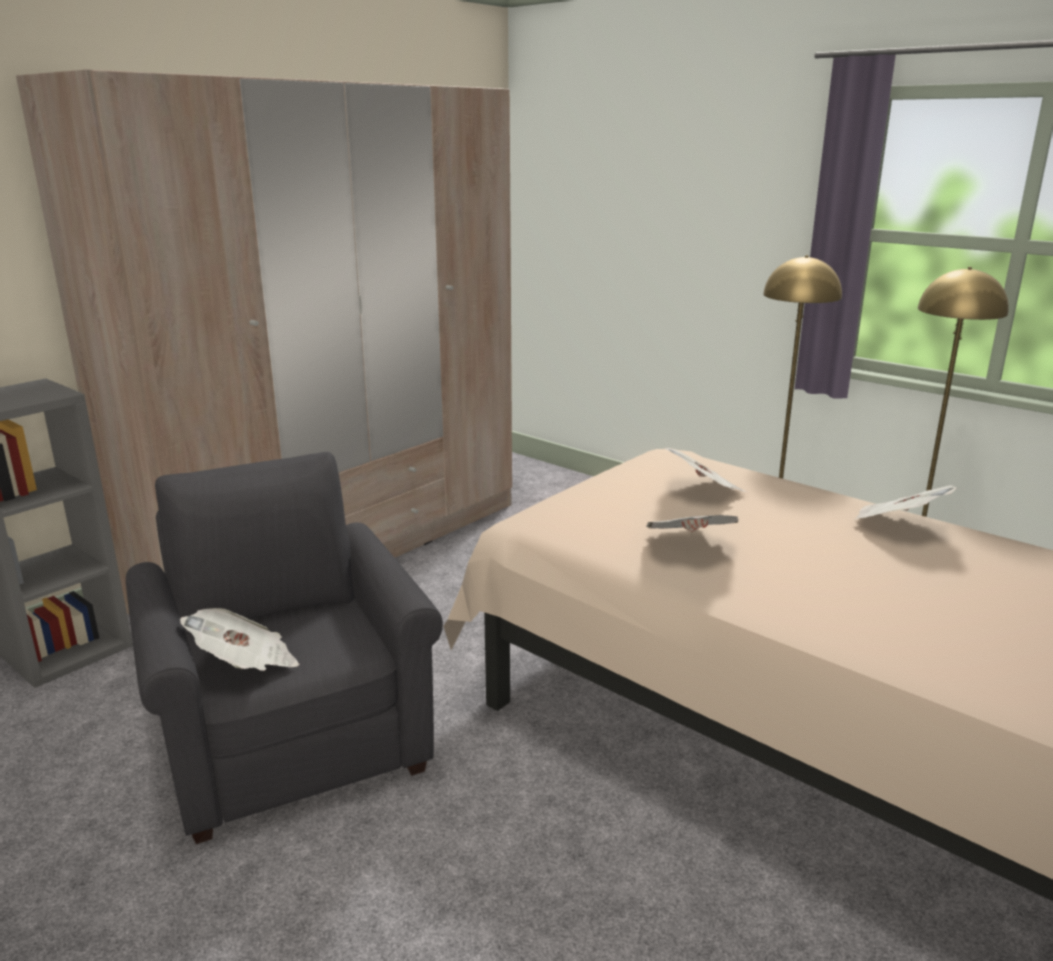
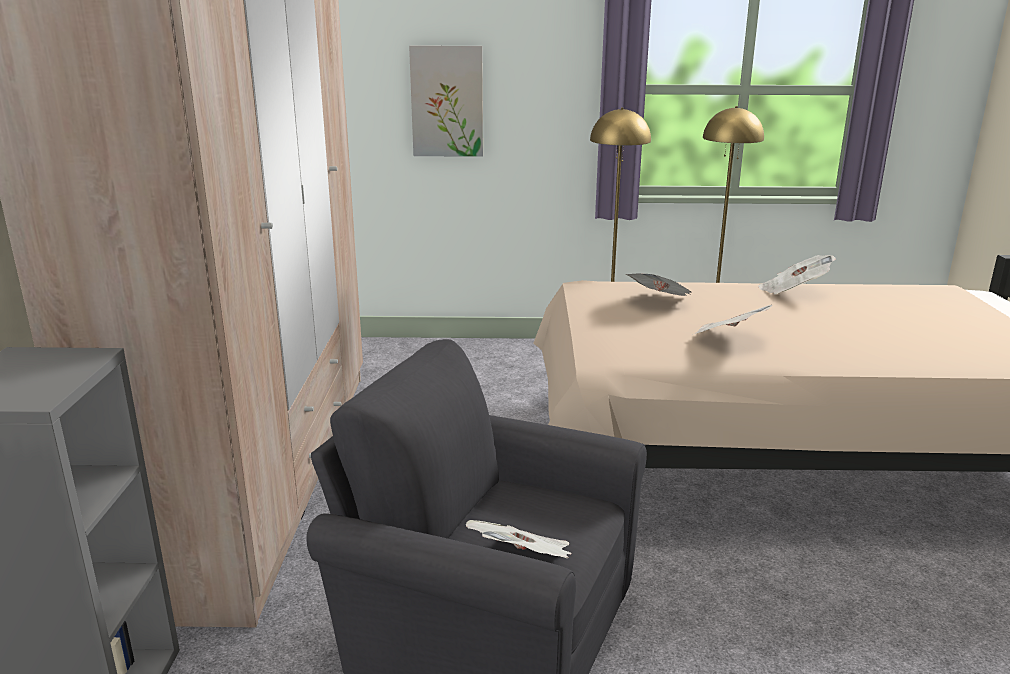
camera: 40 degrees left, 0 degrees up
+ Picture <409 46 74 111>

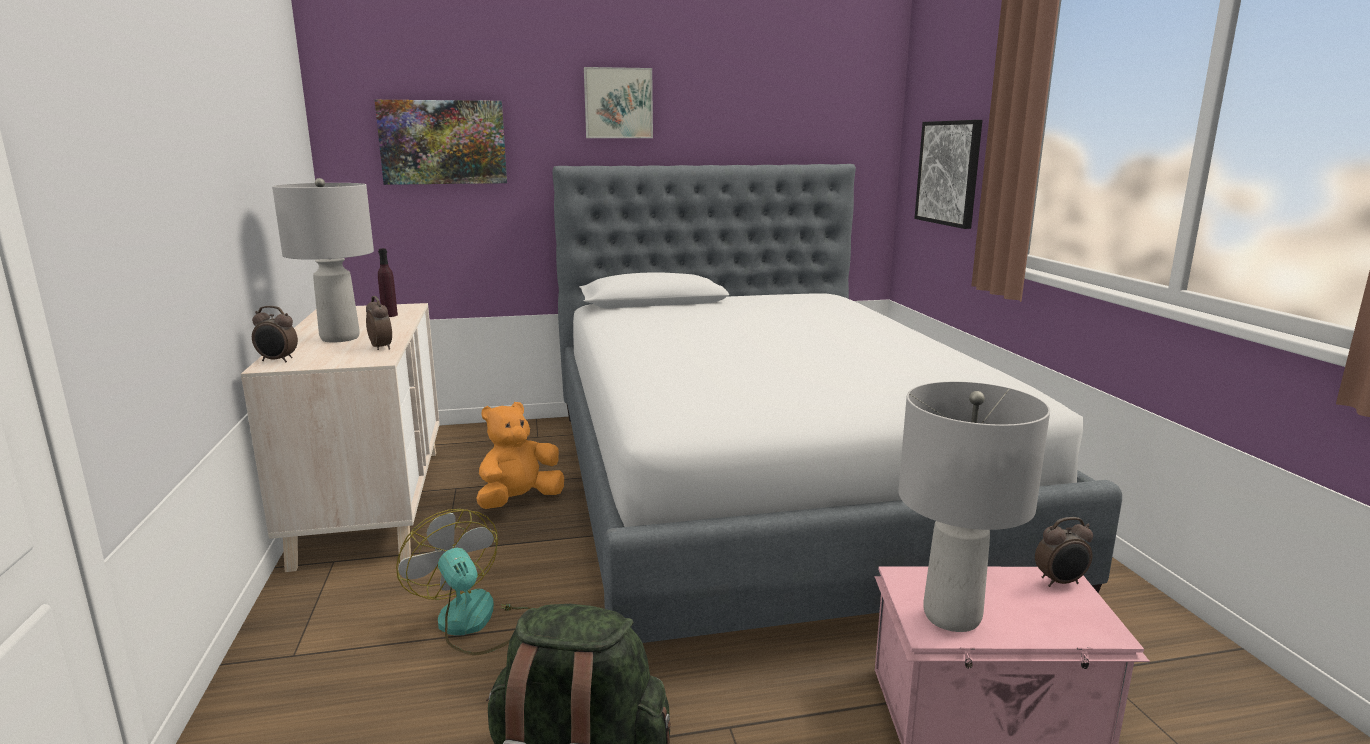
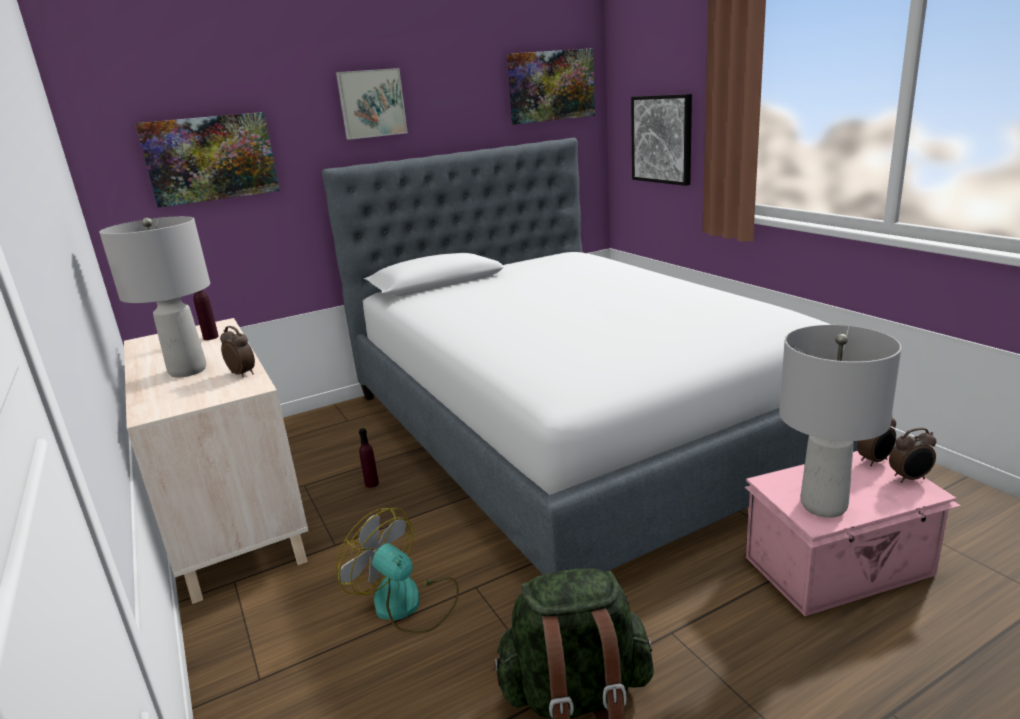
camera: 15 degrees left, 5 degrees up
~ AlarmClock <252 306 46 56> to <889 428 48 55>
~ OrangePlushToy <477 402 87 107> to PurpleBottle <359 428 20 60>
+ Picture <507 48 88 77>

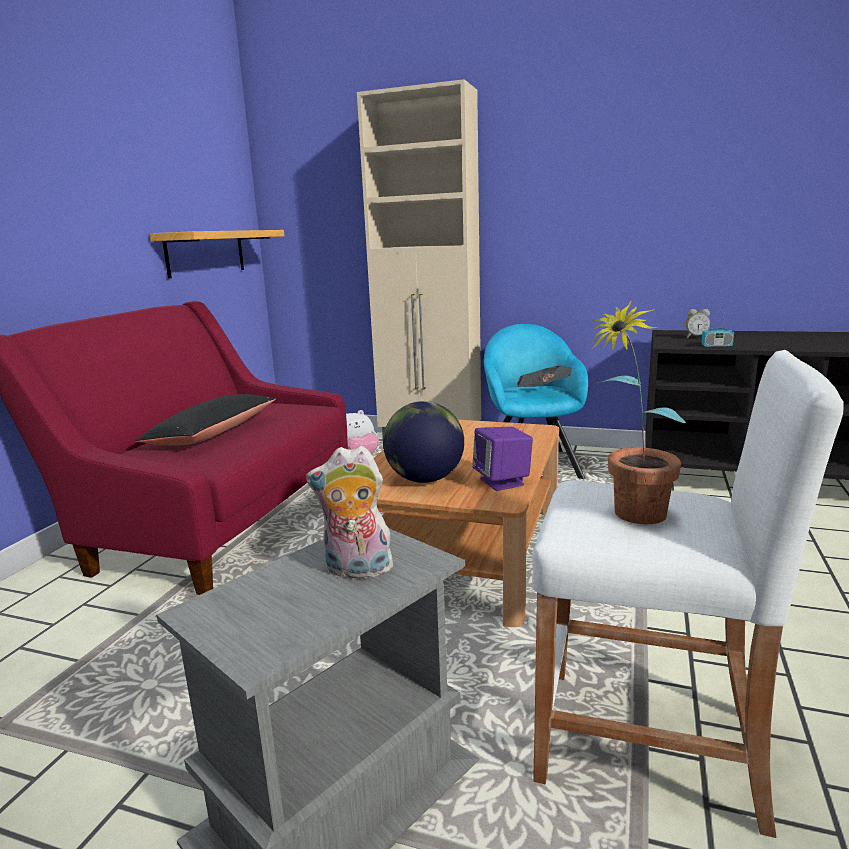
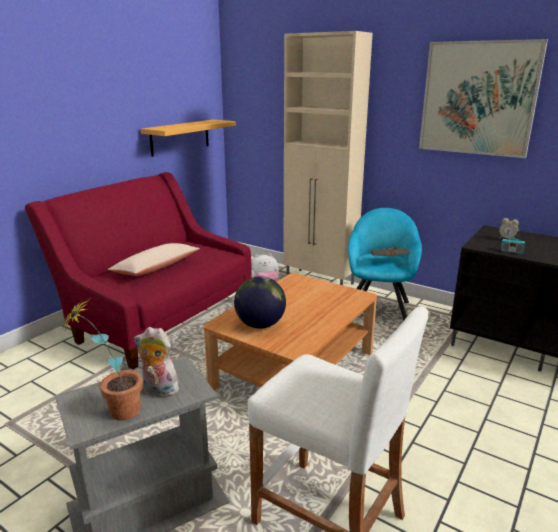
camera: 15 degrees right, 5 degrees up
~ BlackPillow <135 394 141 51> to BeigePillow <108 243 92 33>
- PurpleSpeaker <472 427 61 64>
~ PottedPlant <590 301 96 223> to <63 300 80 121>
+ Picture <419 39 129 119>

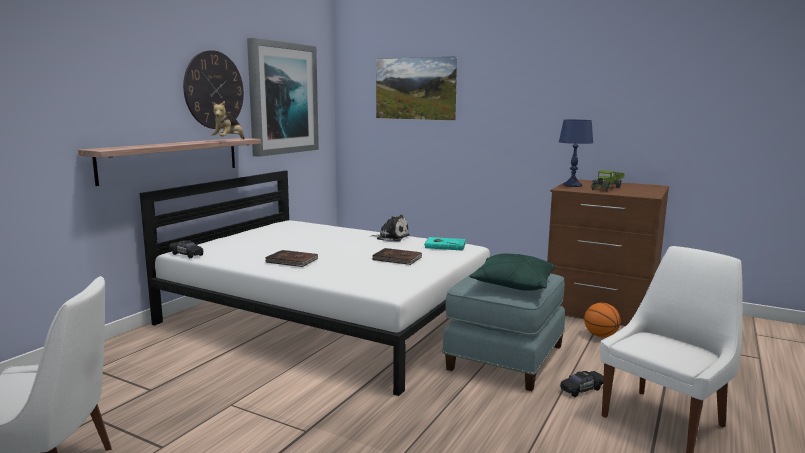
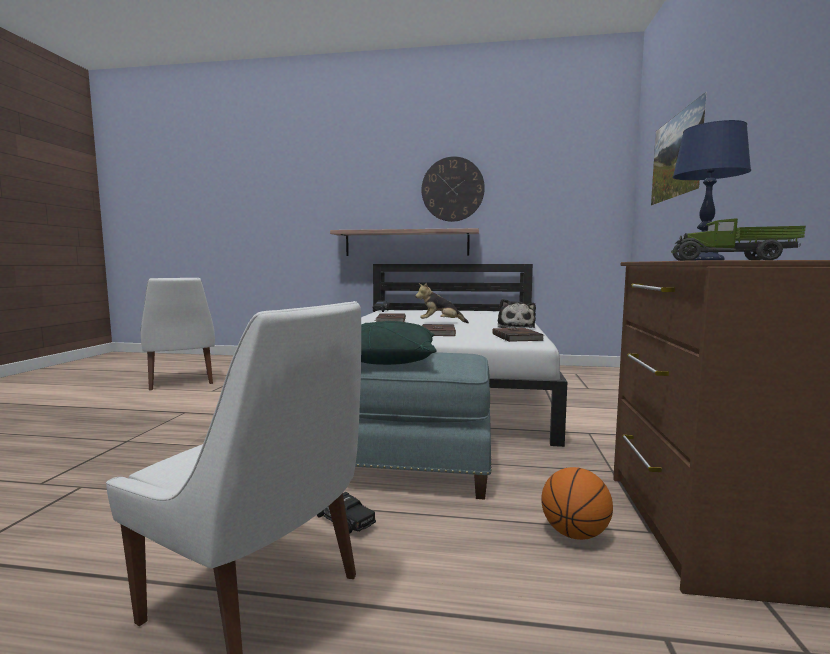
camera: 70 degrees right, 5 degrees down
~ PlushToy <211 101 33 38> to <415 282 54 41>
- Picture <247 38 72 119>
~ TurquoiseBook <424 237 42 14> to BrownBook <492 328 52 14>

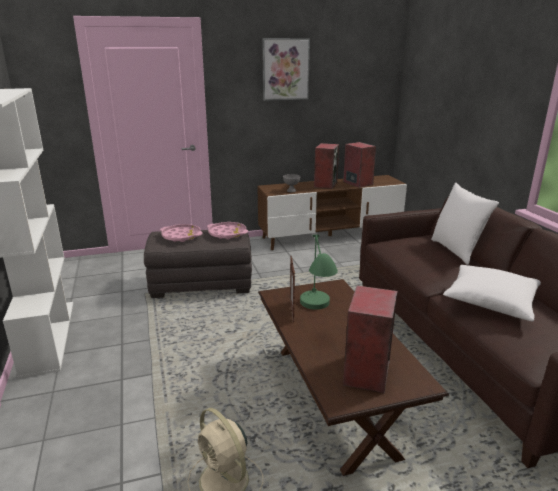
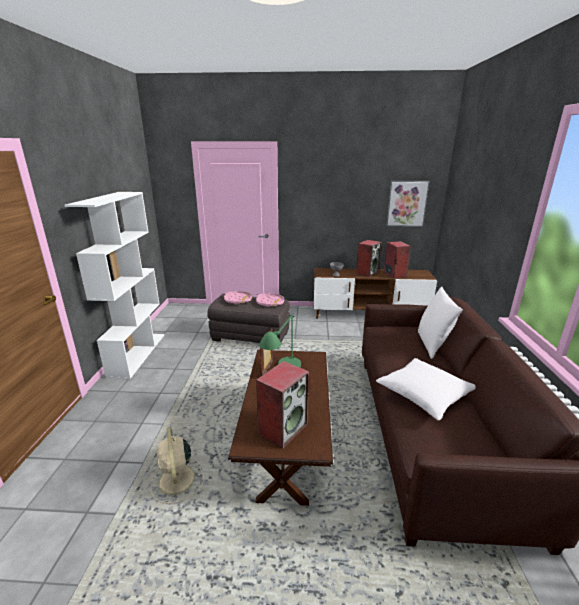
camera: 20 degrees right, 0 degrees up
~ Picture <262 38 48 63> to <386 181 44 46>

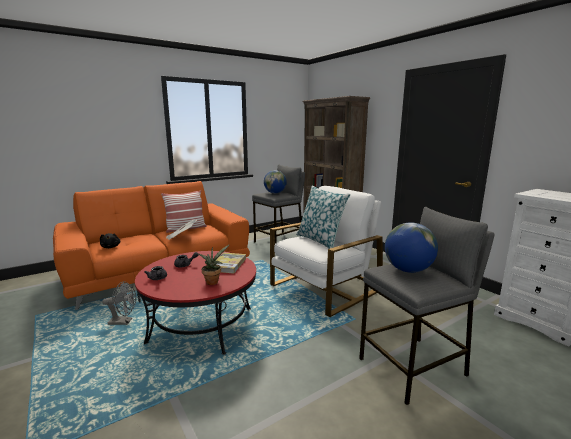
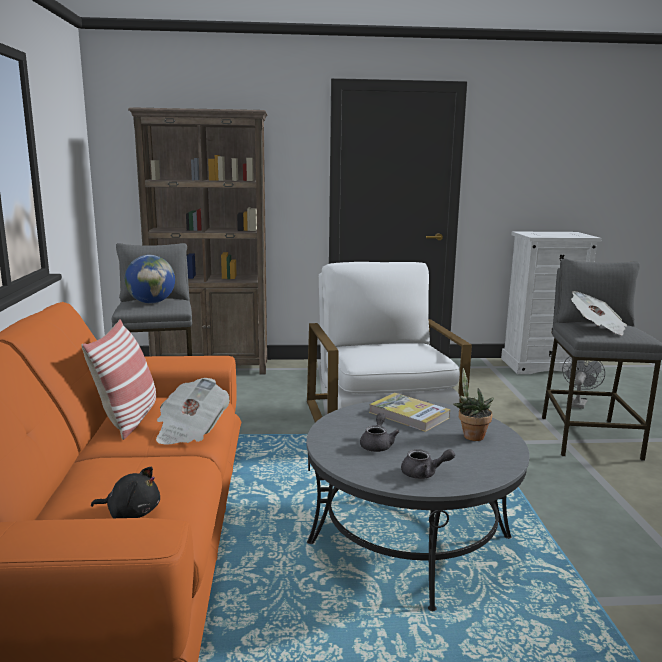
camera: 60 degrees left, 0 degrees up
~ GreyFan <102 281 34 44> to <562 356 43 53>
~ RedCoffeeTable <135 251 121 104> to GreyCoffeeTable <307 401 223 210>
- Pillow <296 186 54 63>
~ Globe <385 223 53 50> to Newspaper <571 291 56 44>

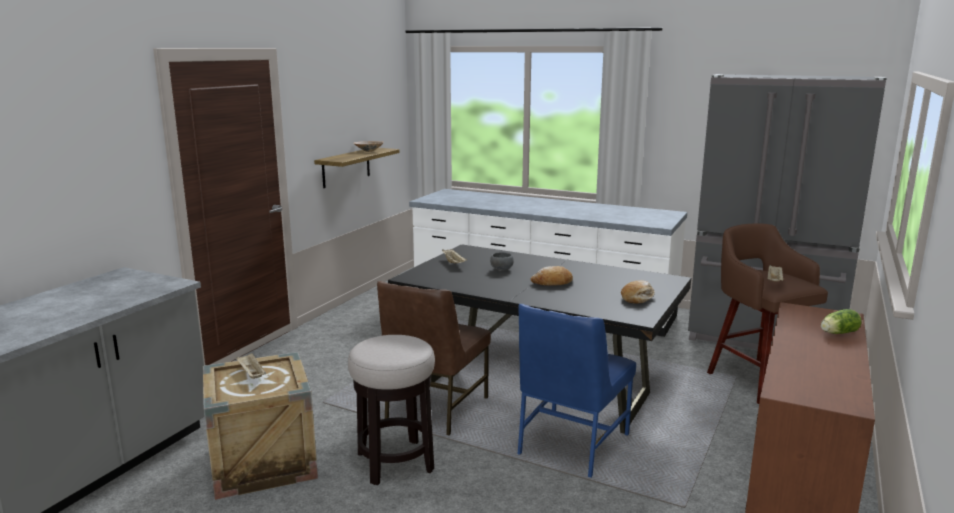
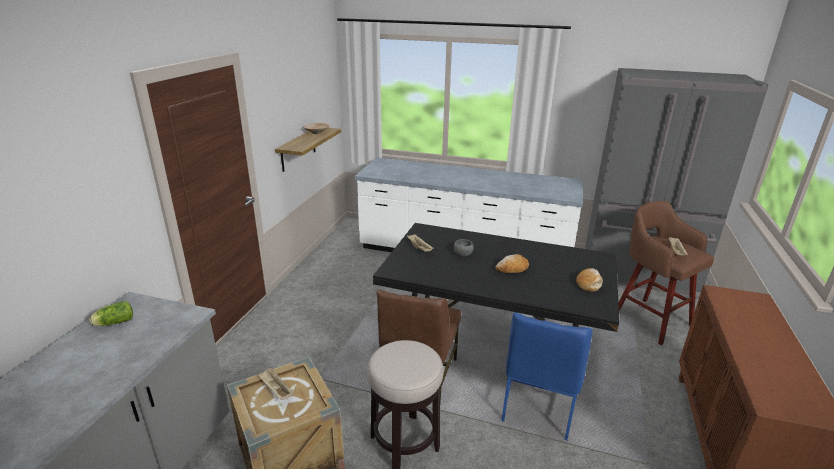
camera: 10 degrees left, 10 degrees up
~ Lettuce <821 309 41 25> to <89 301 44 25>

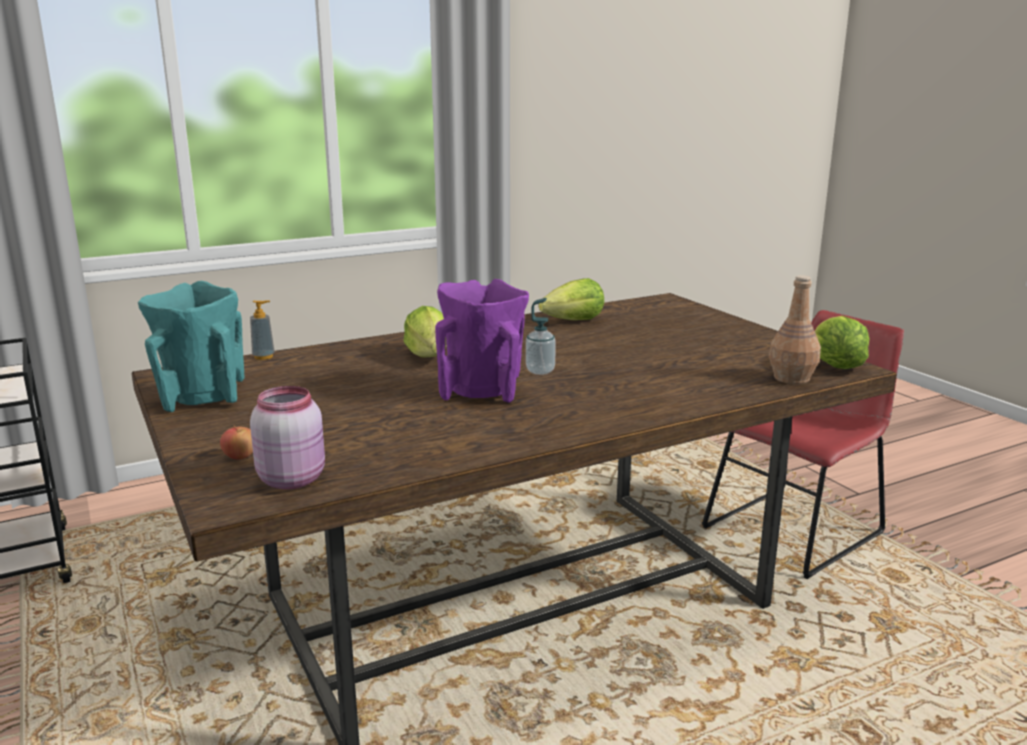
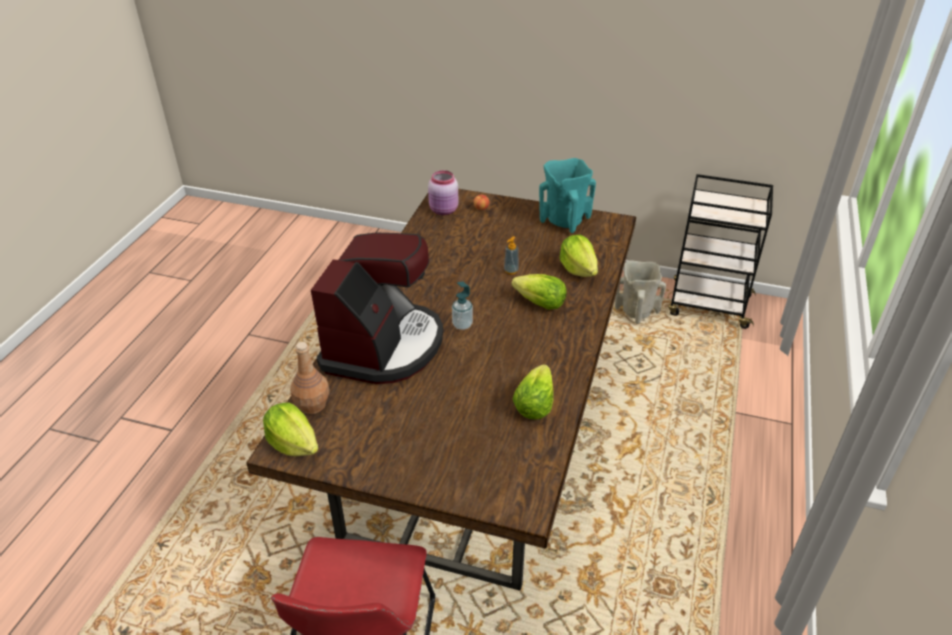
camera: 135 degrees right, 20 degrees up
~ SoapDispenser <250 300 25 60> to <504 236 15 38>
- PurpleVase <435 279 94 124>
+ CoffeeMachine <311 232 132 152>
+ Lettuce <560 235 38 42>
+ BeigeVase <615 260 51 64>

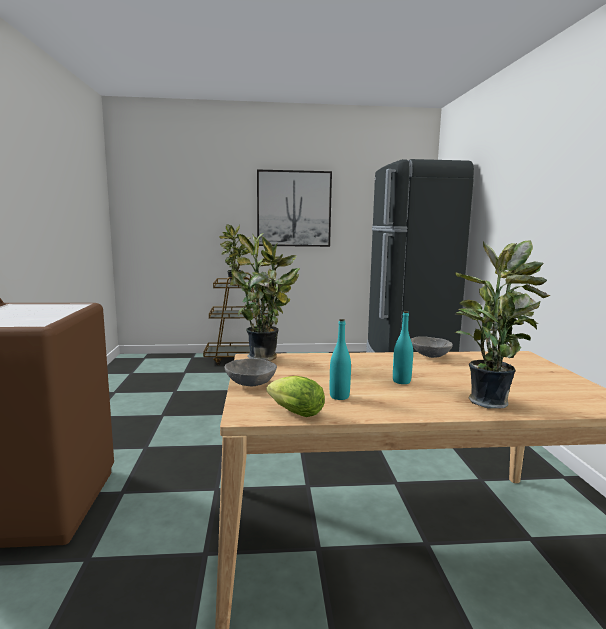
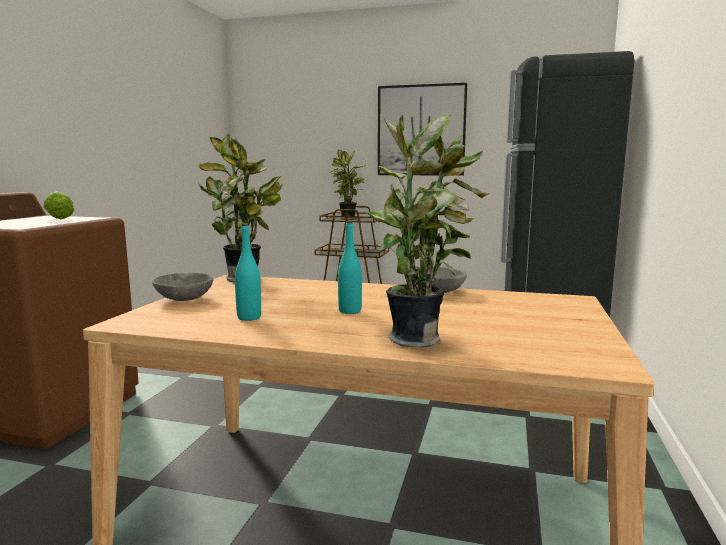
camera: 20 degrees right, 0 degrees up
~ Lettuce <267 376 58 41> to <43 191 31 28>

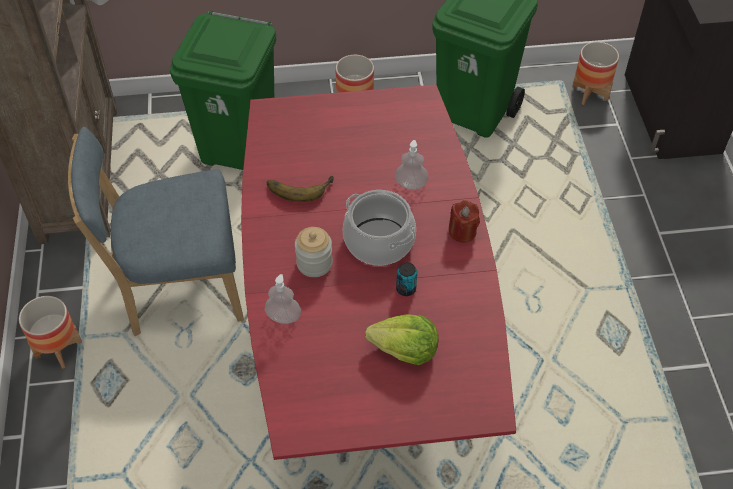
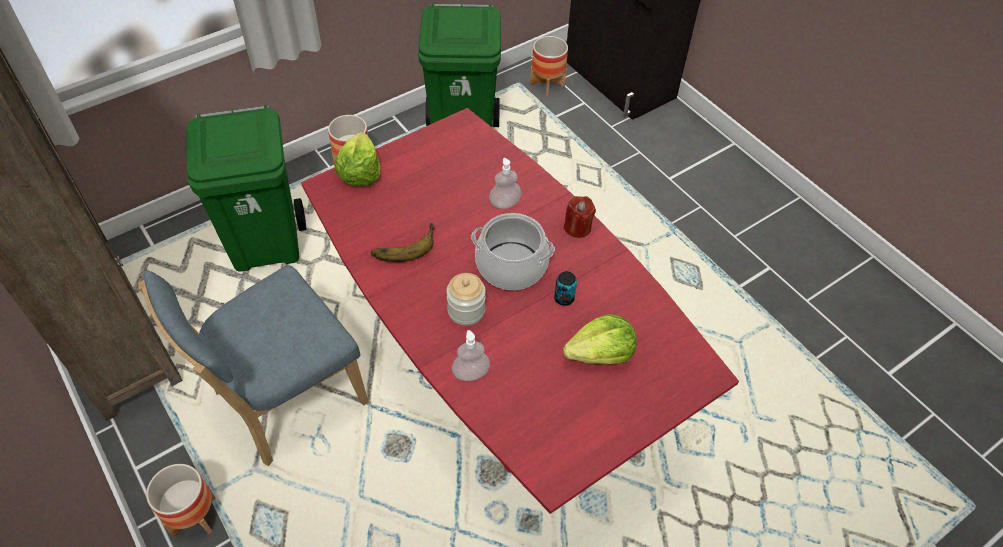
camera: 30 degrees left, 0 degrees up
+ Lettuce <334 132 47 54>

